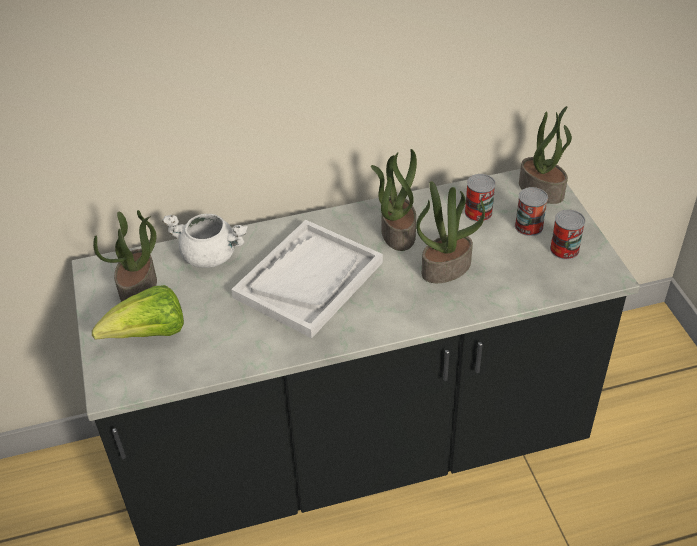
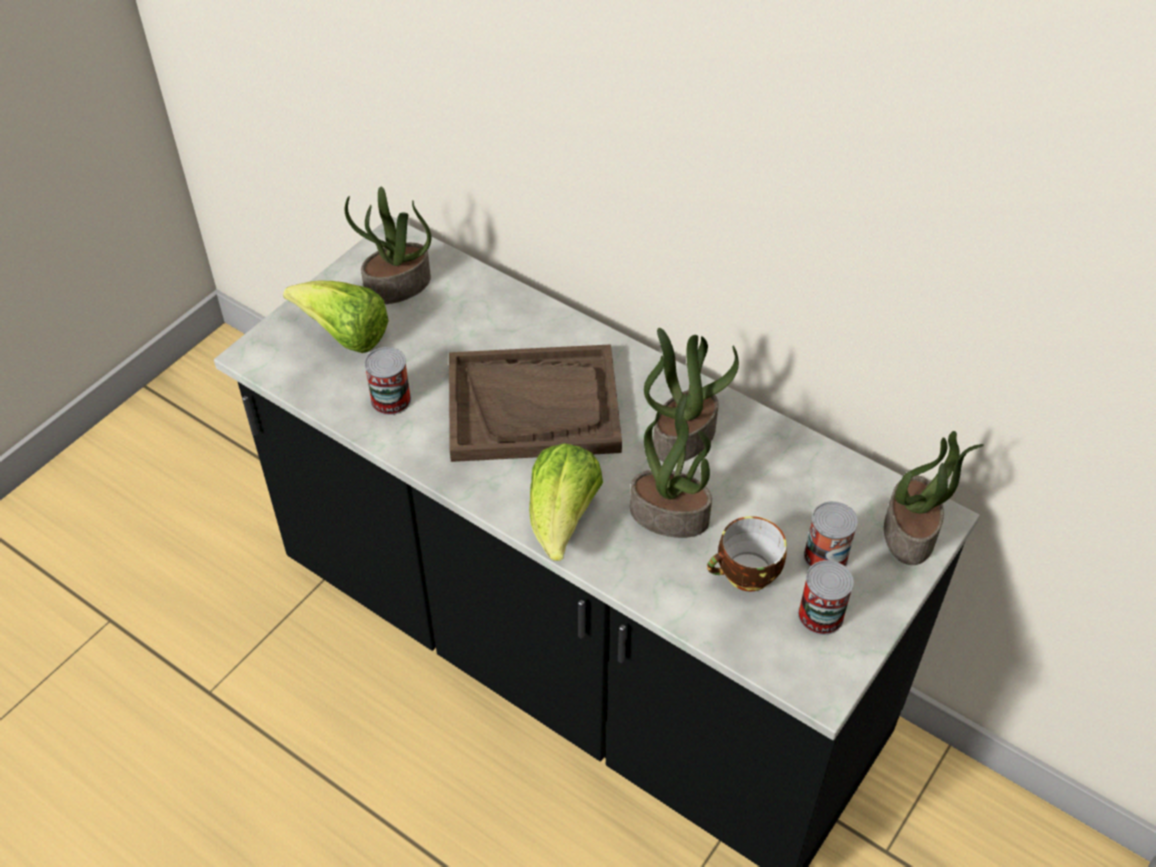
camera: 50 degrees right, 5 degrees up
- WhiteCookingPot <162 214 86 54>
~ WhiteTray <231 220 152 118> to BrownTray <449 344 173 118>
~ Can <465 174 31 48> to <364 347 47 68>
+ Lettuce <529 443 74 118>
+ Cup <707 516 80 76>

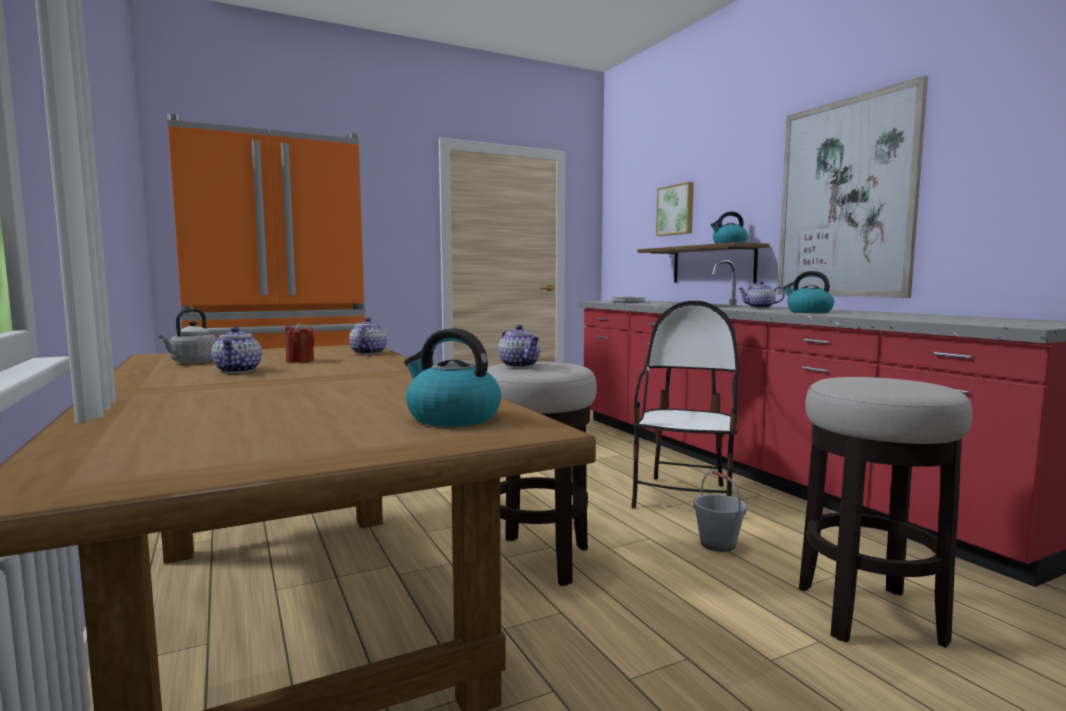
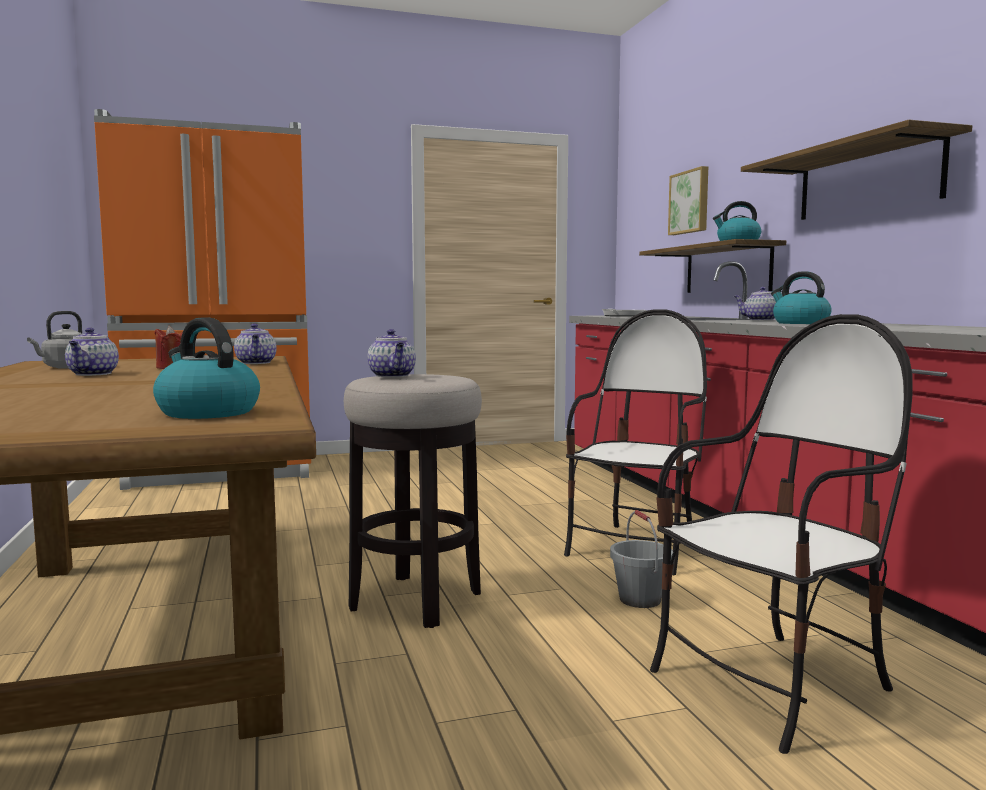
camera: 10 degrees right, 0 degrees up
~ Teapot <349 318 38 36> = <234 324 43 40> 150 degrees clockwise
~ Picture <777 75 151 223> to Shelf <741 120 231 100>
~ Stool <799 377 173 271> to Chair <650 314 263 440>

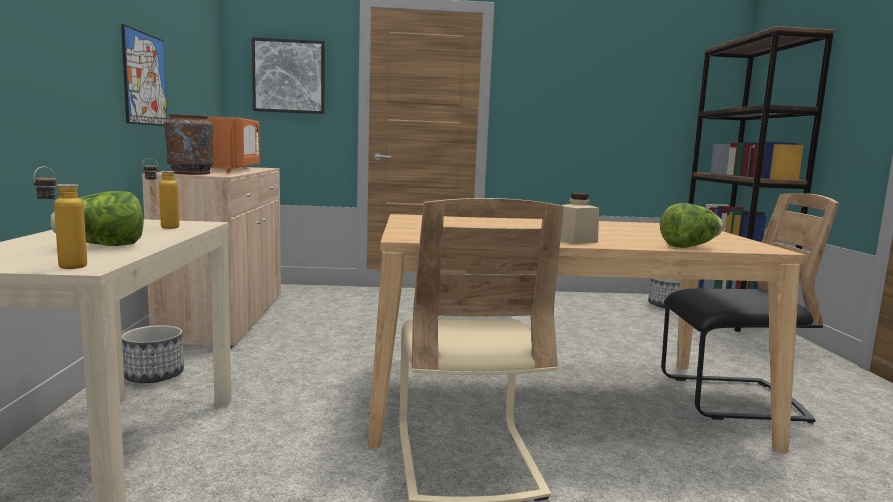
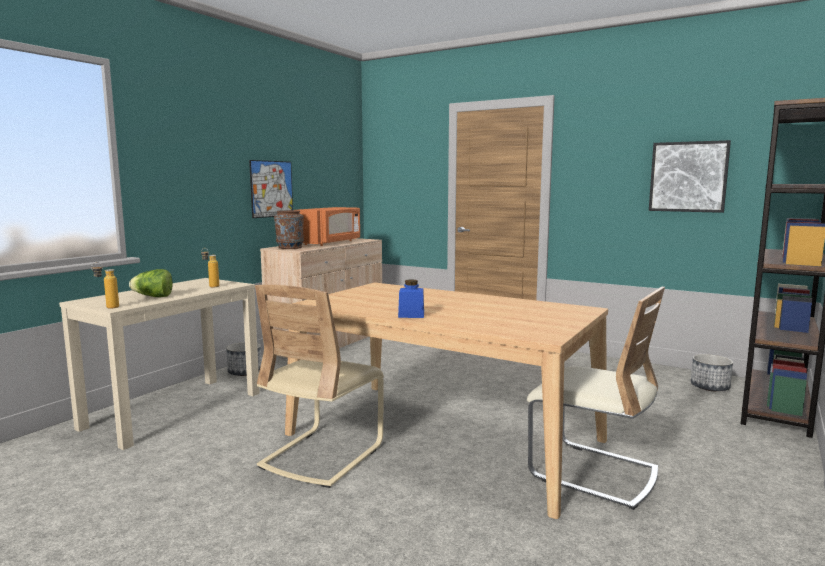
camera: 35 degrees right, 0 degrees up
~ Picture <252 37 73 77> to <649 140 82 73>
~ BeigeJar <560 193 39 51> to BlueJar <398 279 26 39>
- Lettuce <660 203 63 45>
~ BlackChair <661 193 178 231> to BeigeChair <527 287 138 223>

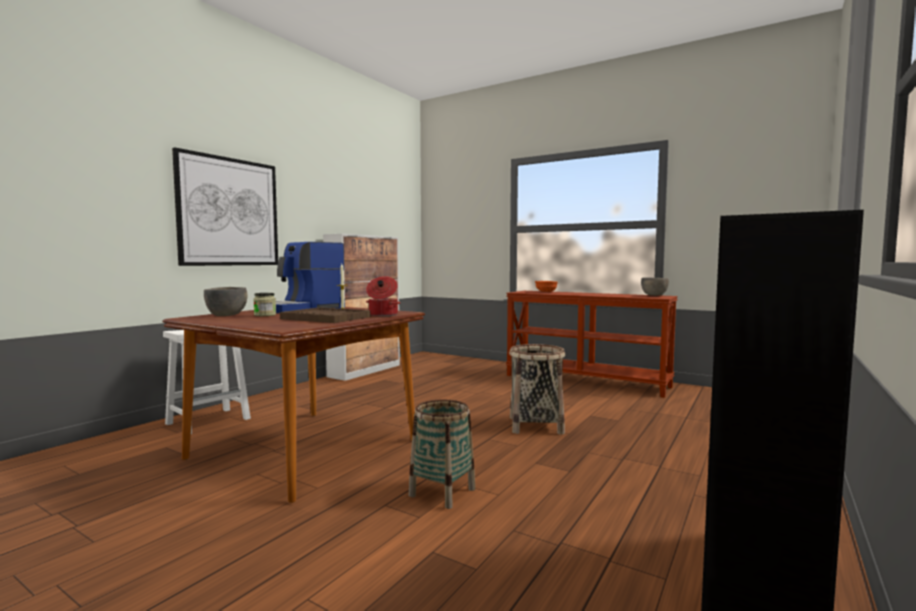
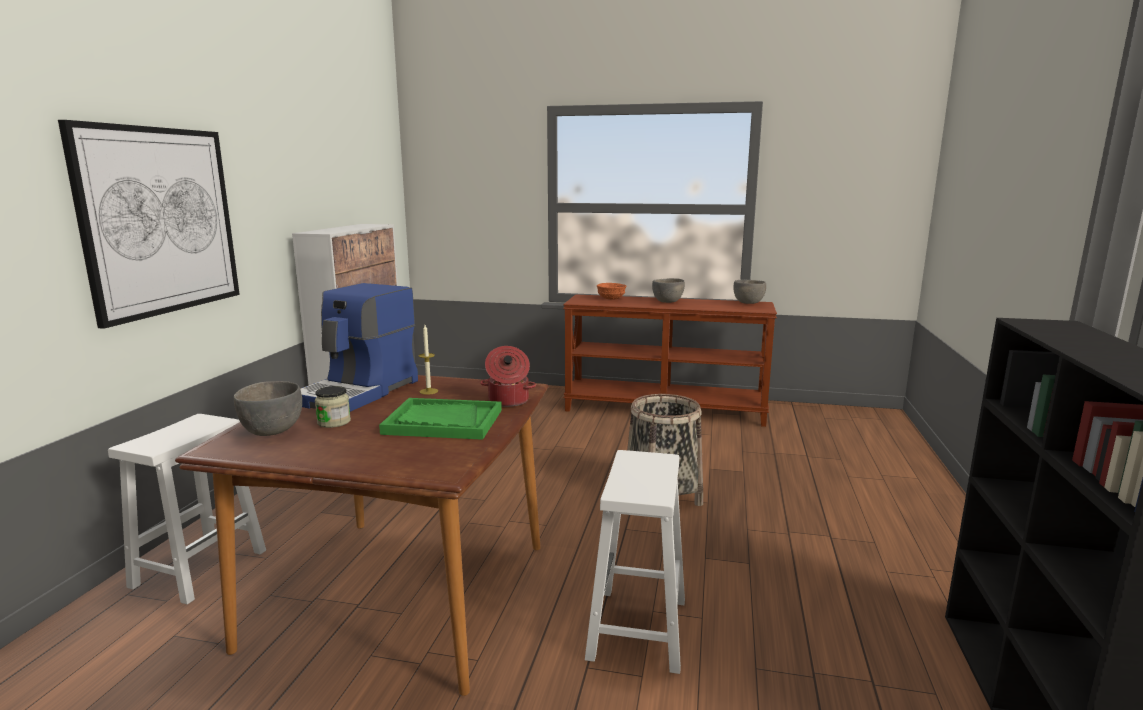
camera: 20 degrees left, 10 degrees up
~ BrownTray <280 307 91 16> to GreenTray <379 398 123 42>
~ Basket <409 399 66 110> to WhiteStool <585 450 100 224>
+ GreyBowl <652 278 33 25>

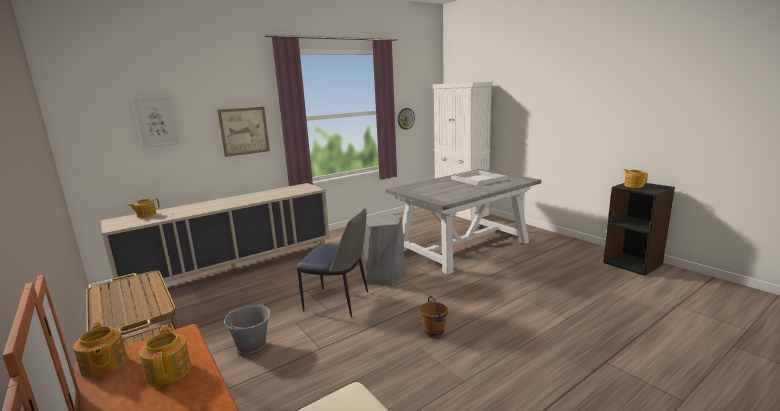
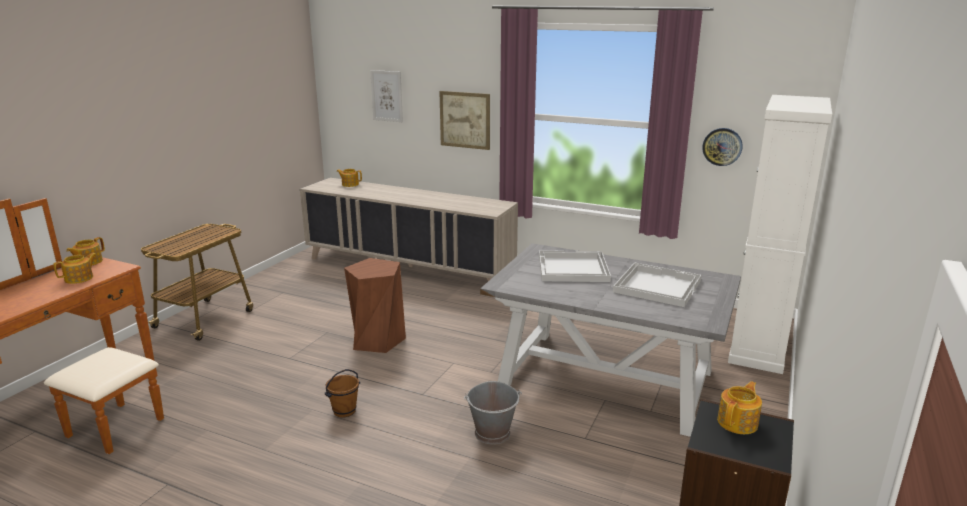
camera: 60 degrees right, 5 degrees up
~ GreyBucket <224 302 47 56> to <464 381 58 63>
~ Chair <297 208 71 109> to BrownStool <344 258 62 95>
- GreyStool <363 213 43 73>
+ WhiteTray <539 250 72 32>

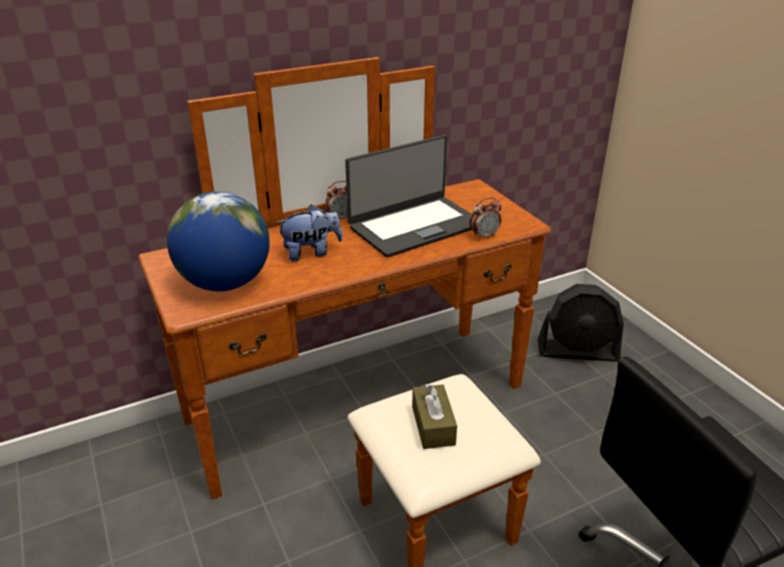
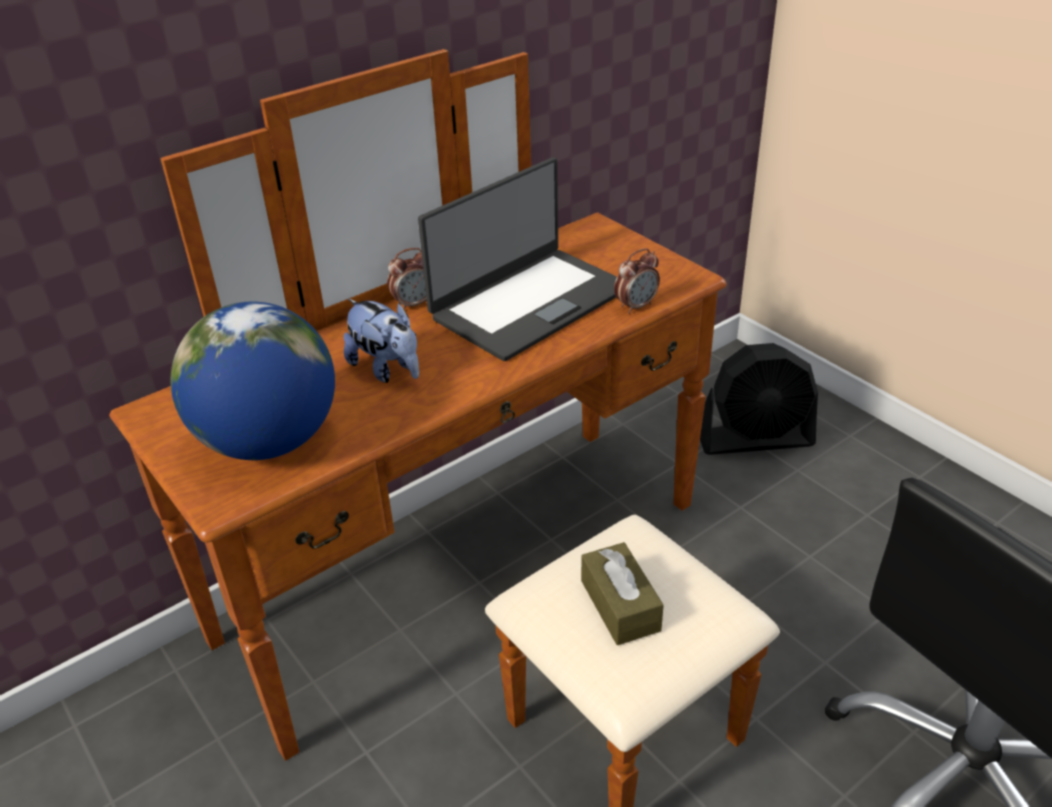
camera: 10 degrees left, 5 degrees up
~ PlushToy <276 204 67 57> = <343 299 76 84> 75 degrees clockwise

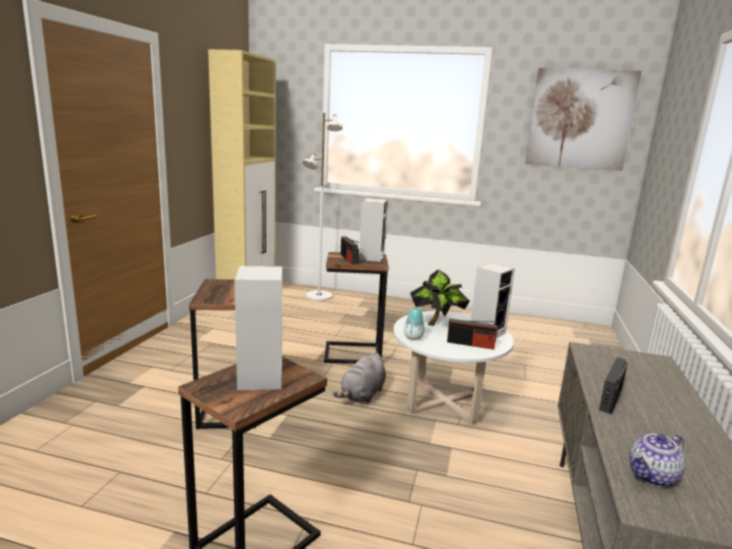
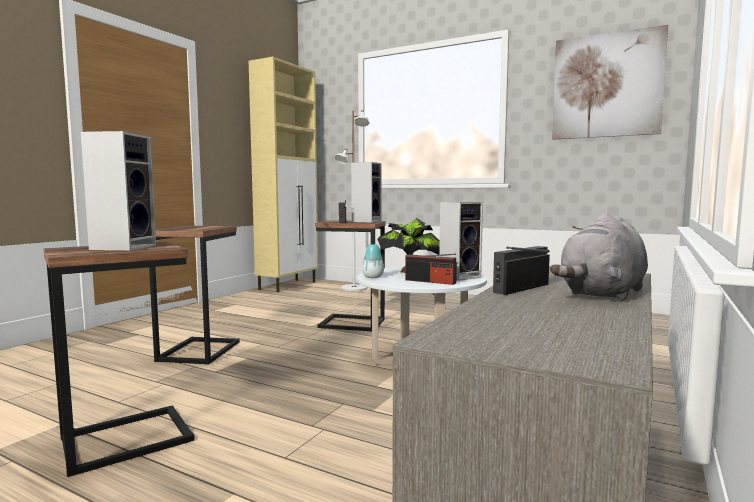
camera: 15 degrees right, 10 degrees down
~ GreyPlushToy <333 352 53 51> to <550 213 98 88>
- Teapot <629 434 56 53>

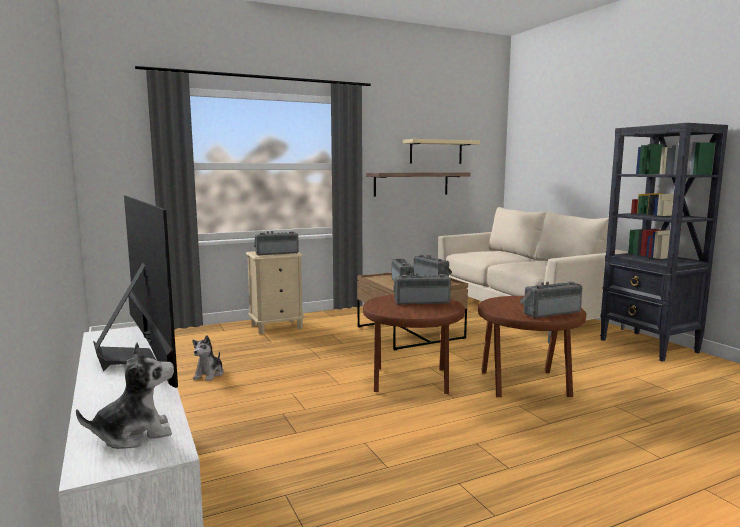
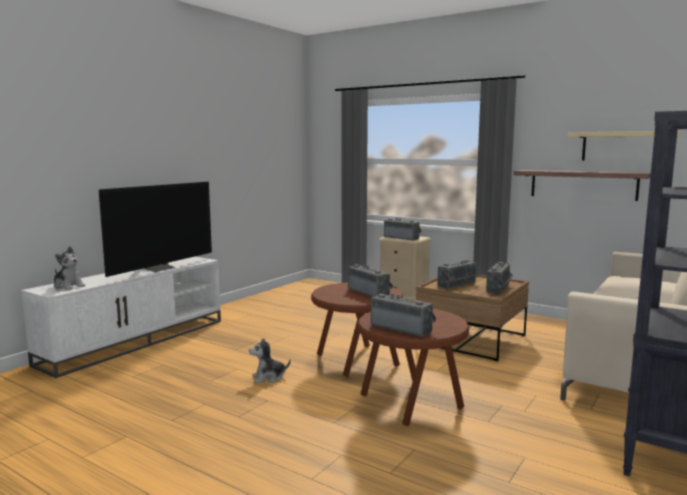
camera: 60 degrees right, 0 degrees up
~ PlushToy <193 335 31 46> to <249 338 42 45>

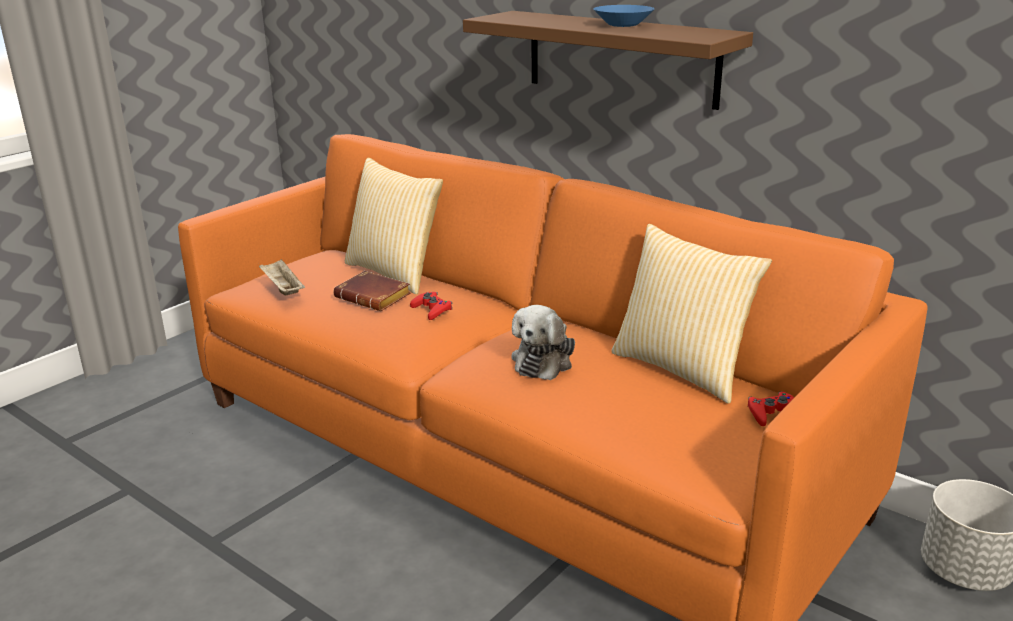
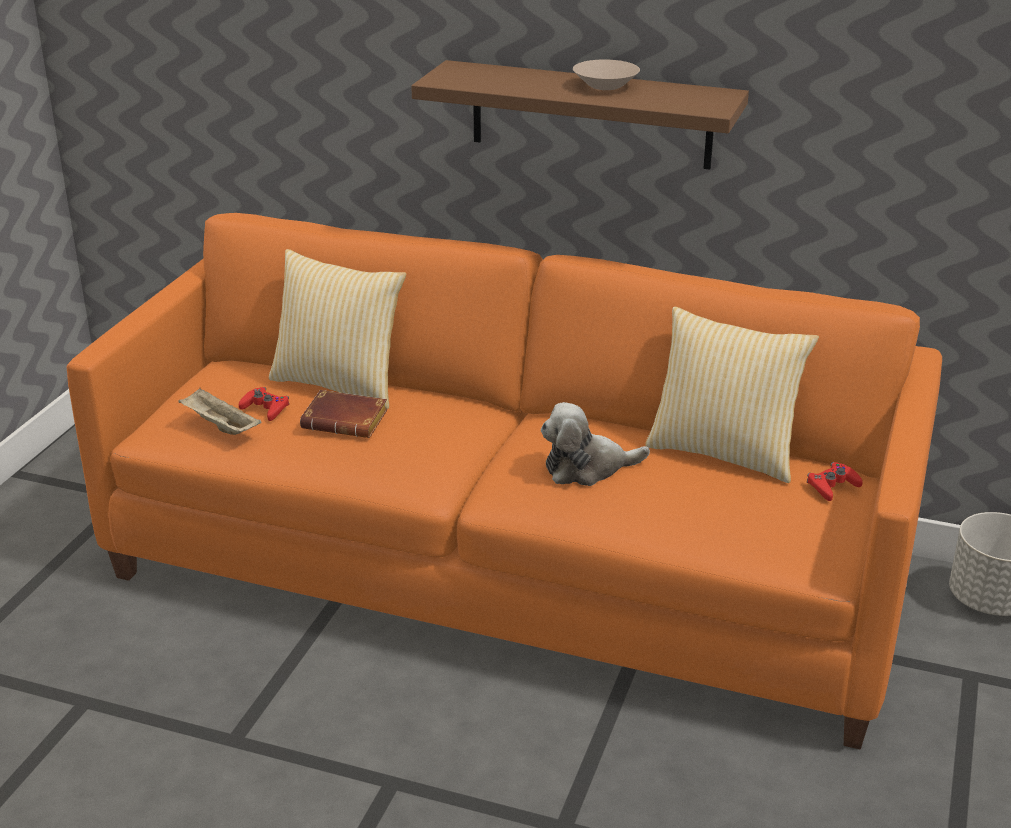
camera: 20 degrees left, 5 degrees up
~ RedGameController <410 292 43 28> to <239 387 50 34>
~ PlushToy <511 305 64 75> = <541 402 109 84> 75 degrees clockwise
~ BlueBowl <593 5 61 22> to BeigeBowl <573 59 67 31>

